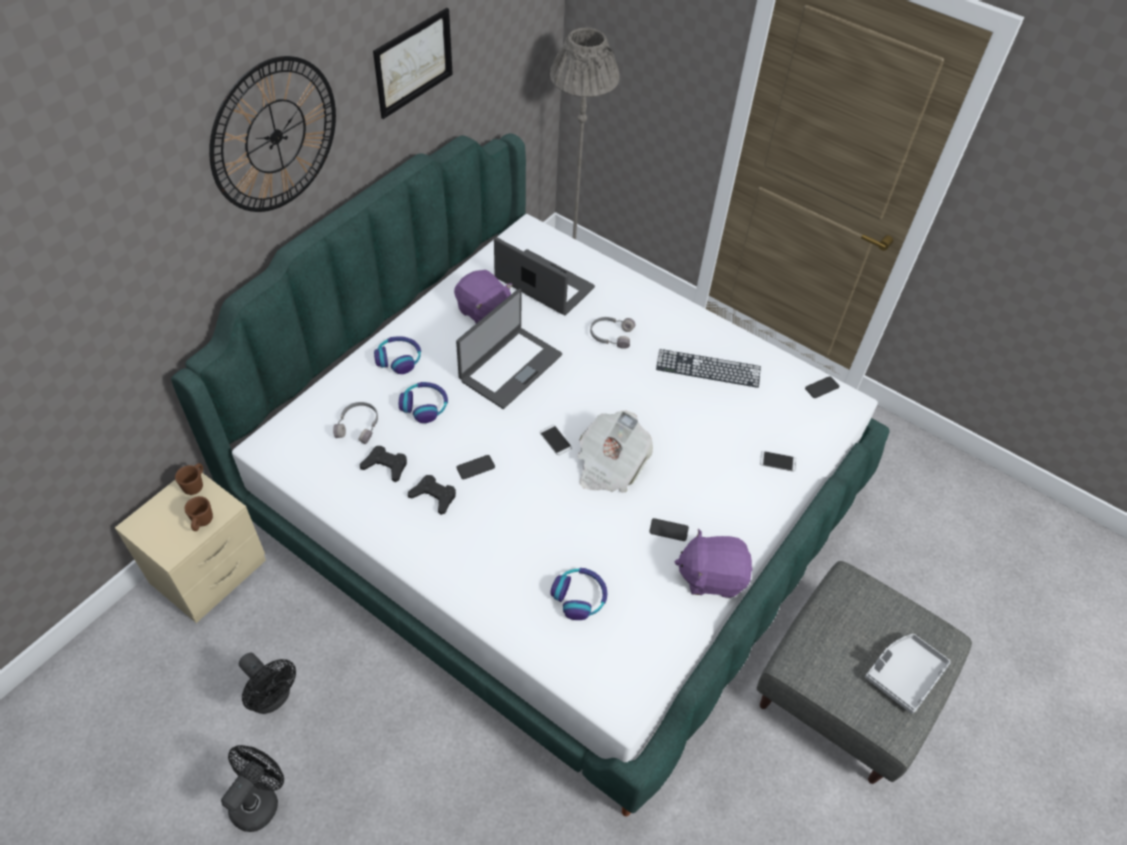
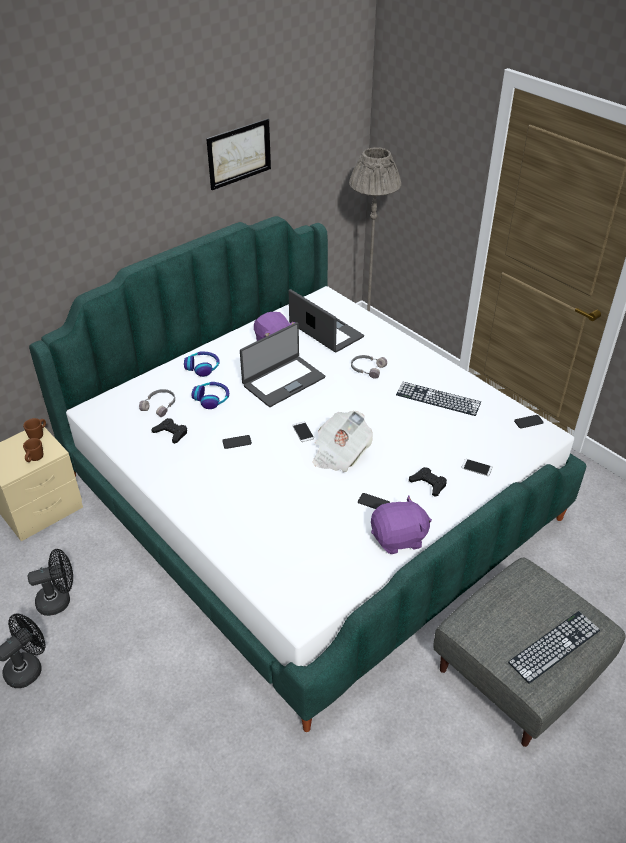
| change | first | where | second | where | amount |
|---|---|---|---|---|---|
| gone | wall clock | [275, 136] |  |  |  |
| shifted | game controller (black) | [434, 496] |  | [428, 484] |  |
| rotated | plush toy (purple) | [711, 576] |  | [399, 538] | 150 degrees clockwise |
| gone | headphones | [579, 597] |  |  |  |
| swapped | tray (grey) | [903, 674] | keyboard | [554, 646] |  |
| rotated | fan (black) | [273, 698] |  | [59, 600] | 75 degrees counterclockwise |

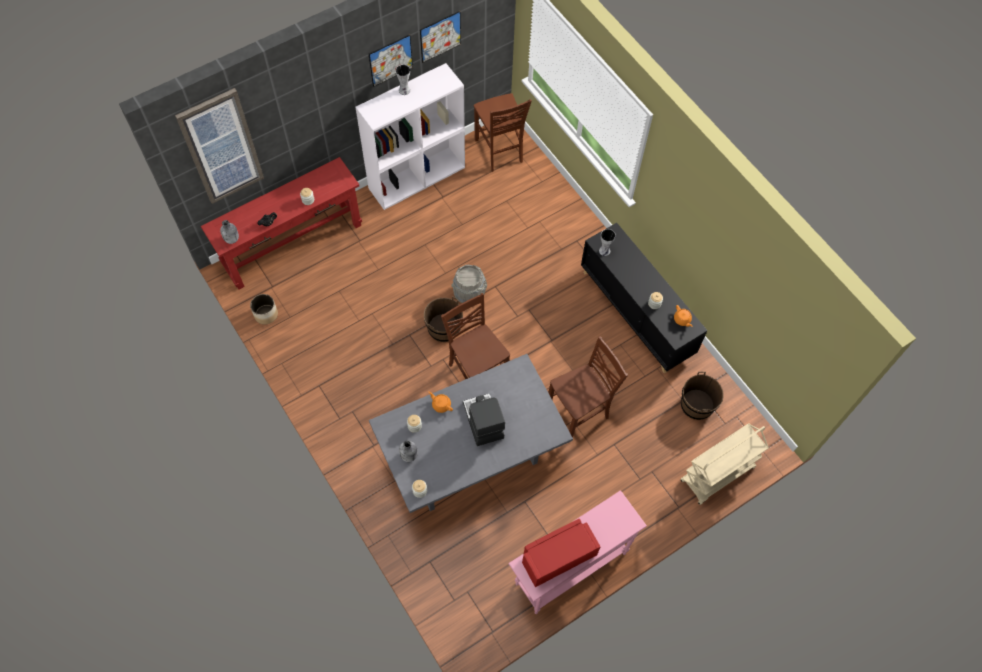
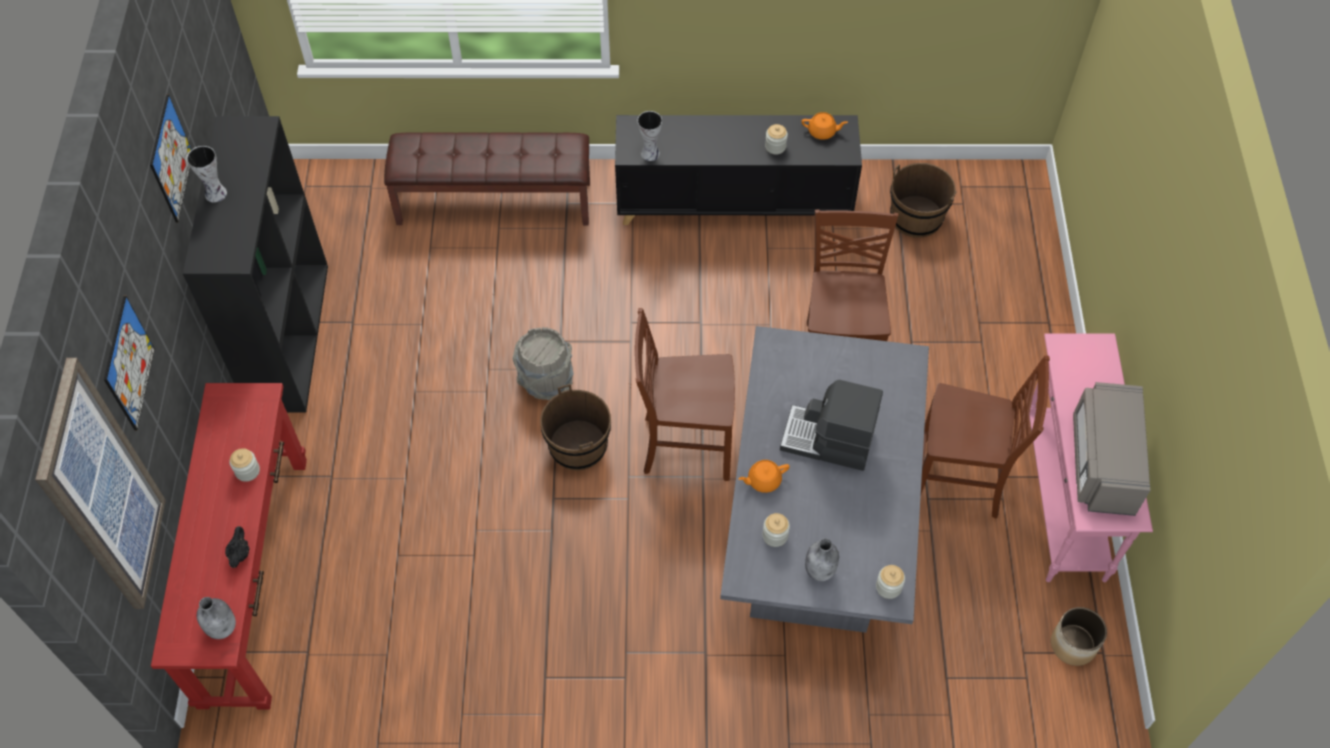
| change | first | where | second | where | amount |
|---|---|---|---|---|---|
| shifted | picture | [440, 36] |  | [129, 363] |  |
| repainted | bookcase (white) | [417, 177] | bookcase (black) | [288, 336] |  |
| shifted | chair (brown) | [499, 151] |  | [959, 482] |  |
| shifted | planter | [266, 314] |  | [1073, 645] |  |
| gone | cart (beige) | [717, 475] |  |  |  |
| repainted | microwave (red) | [558, 557] | microwave (grey) | [1102, 463] |  |
| new |  |  | bench (brown) | [494, 202] |  |

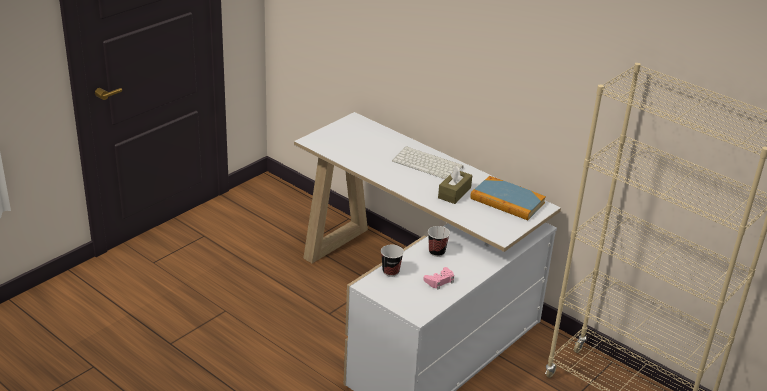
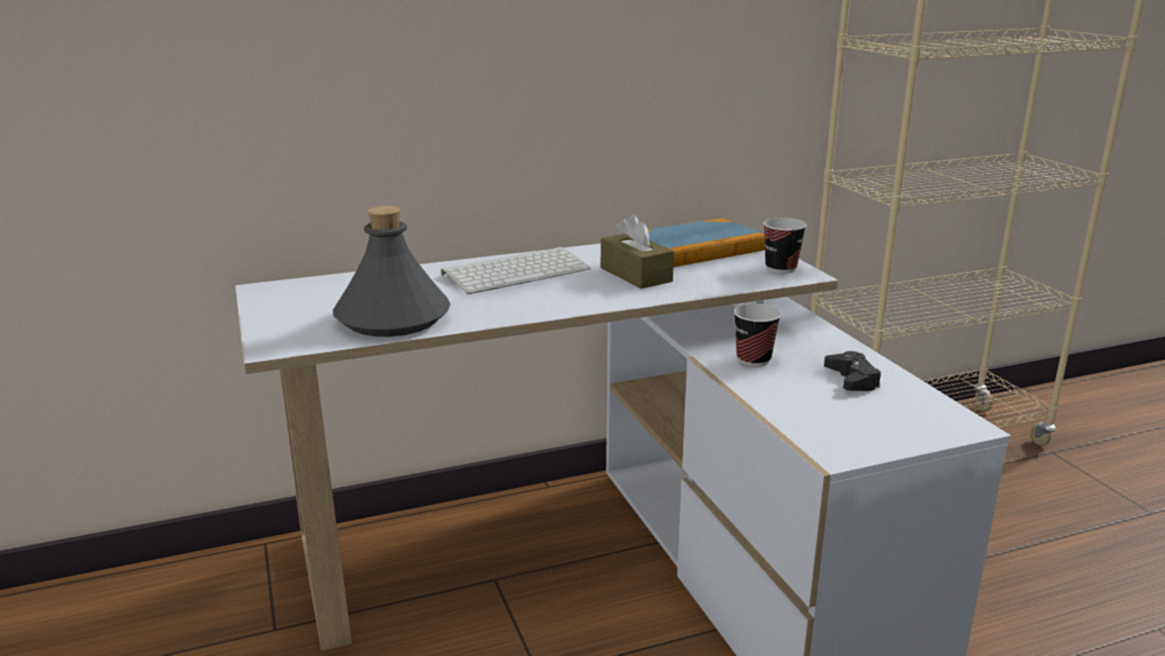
| change | first | where | second | where | amount |
|---|---|---|---|---|---|
| shifted | cup | [390, 271] |  | [781, 268] |  |
| repainted | game controller (pink) | [439, 281] | game controller (black) | [852, 379] |  |
| new |  |  | bottle (grey) | [392, 318] |  |

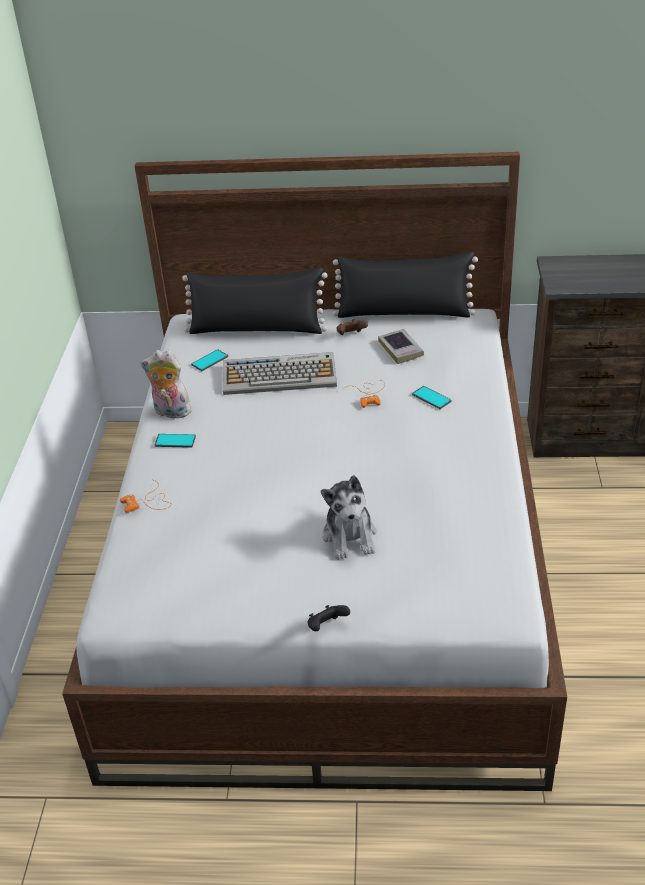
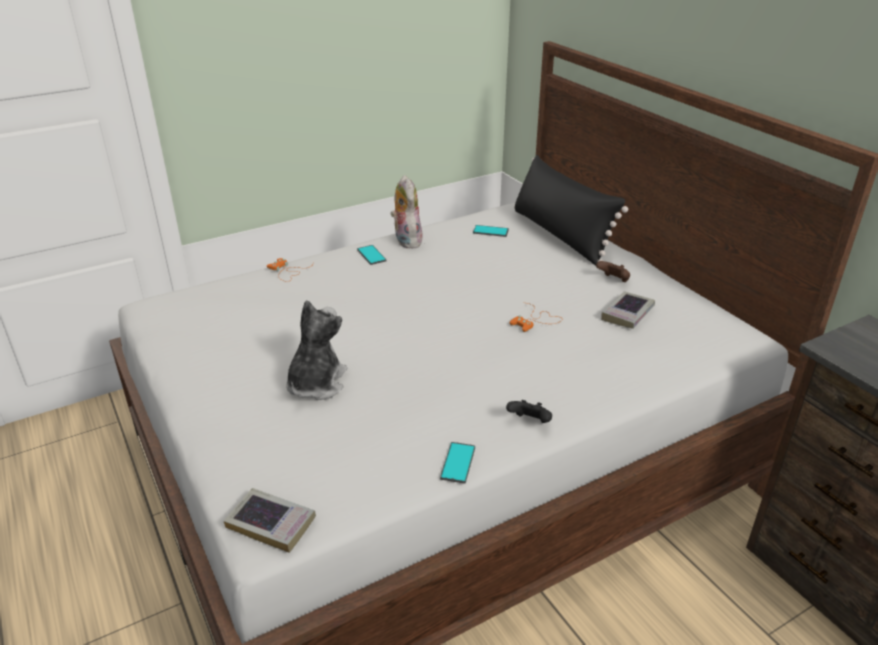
| change | first | where | second | where | amount |
|---|---|---|---|---|---|
| gone | pillow (black) | [404, 313] |  |  |  |
| gone | keyboard | [280, 375] |  |  |  |
| shifted | phone | [431, 398] |  | [457, 463] |  |
| rotated | plush toy | [350, 536] |  | [316, 384] | 150 degrees clockwise |
| shifted | game controller (black) | [327, 627] |  | [530, 422] |  |
| new |  |  | book | [271, 524] |  |

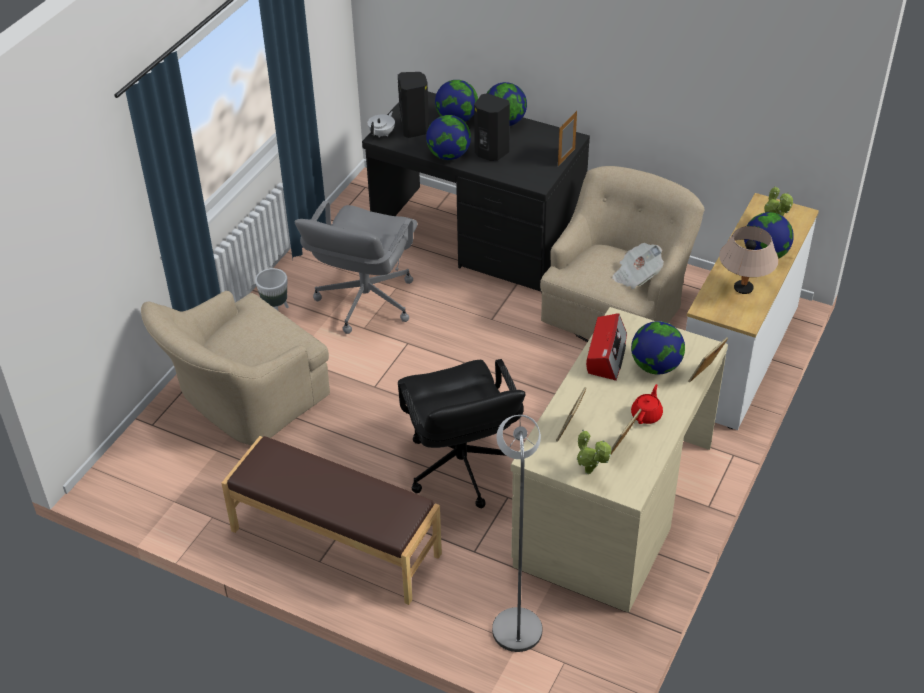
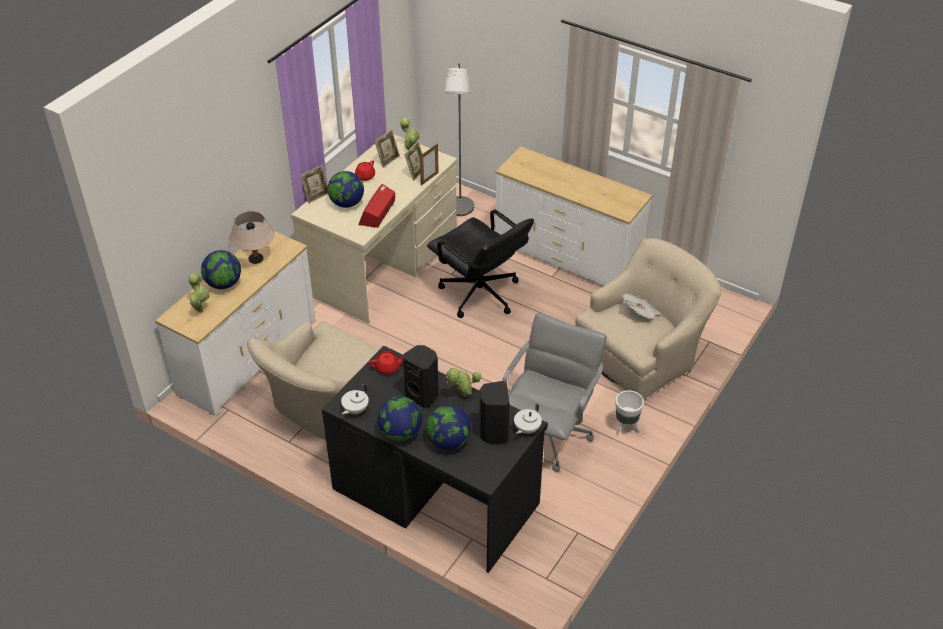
| change | first | where | second | where | amount |
|---|---|---|---|---|---|
| shifted | picture frame | [566, 157] |  | [429, 179] |  |
| swapped | globe | [449, 155] | potted plant | [463, 396] |  |
| shifted | newspaper | [636, 276] |  | [640, 314] |  |
| rotated | office chair (black) | [461, 467] |  | [480, 294] | 150 degrees clockwise |
| swapped | bench (brown) | [335, 543] | dresser (white) | [567, 257] |  |
| new |  |  | teapot (red) | [388, 368] |  |
| new |  |  | teapot (white) | [355, 410] |  |

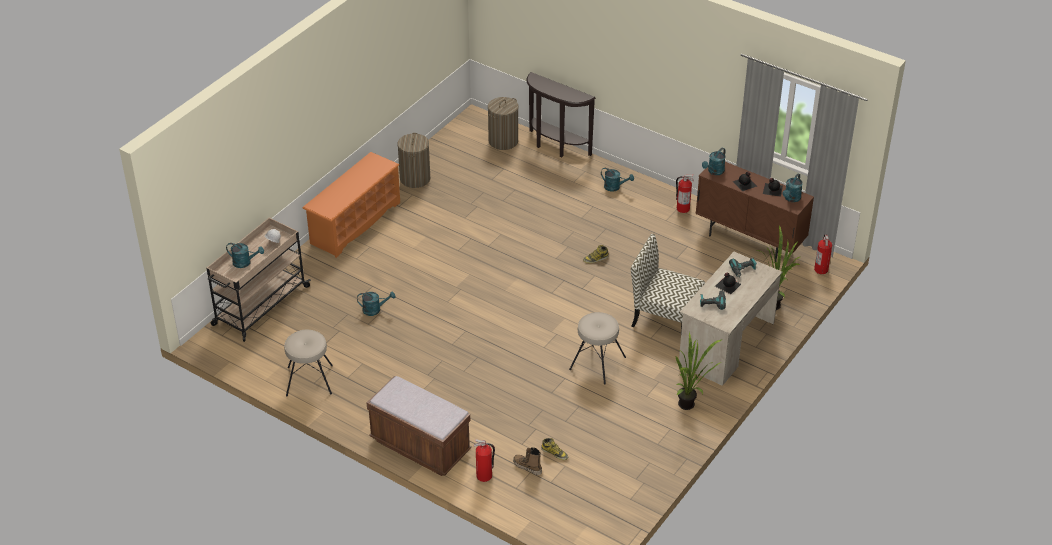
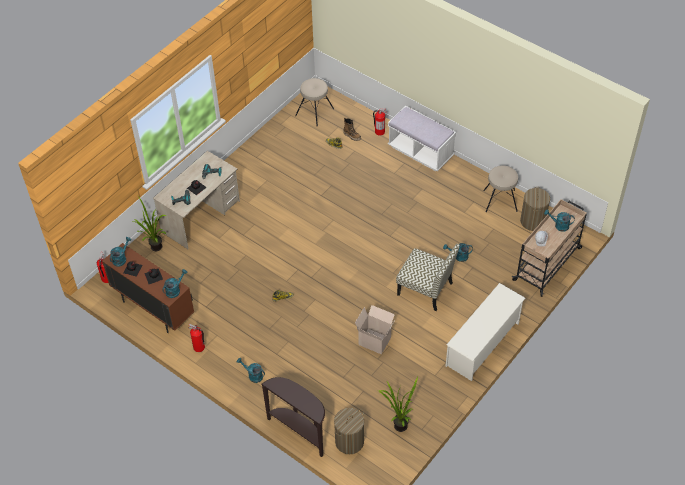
| change | first | where | second | where | amount |
|---|---|---|---|---|---|
| shifted | laundry basket | [415, 178] |  | [532, 221] |  |
| repainted | shoe rack (orange) | [355, 223] | shoe rack (white) | [483, 344] |  |
| shifted | chair | [664, 318] |  | [426, 289] |  |
| shifted | stool (beige) | [597, 363] |  | [315, 112] |  |
| shifted | potted plant | [690, 406] |  | [397, 425] |  |
| repainted | bench (brown) | [420, 446] | bench (white) | [420, 152] |  |
| new |  |  | cardboard box | [375, 340] |  |

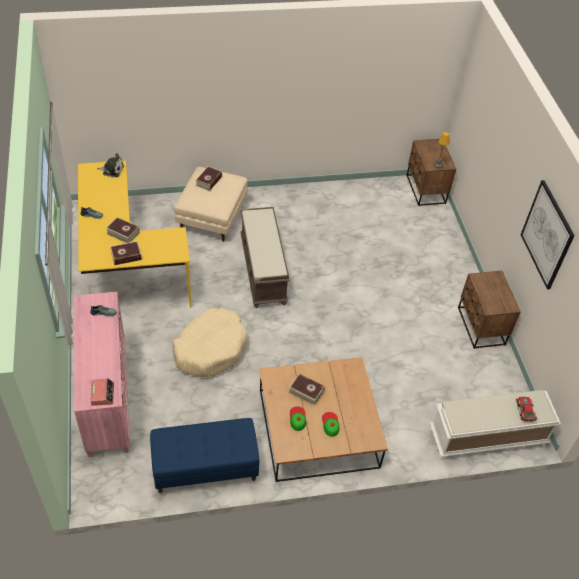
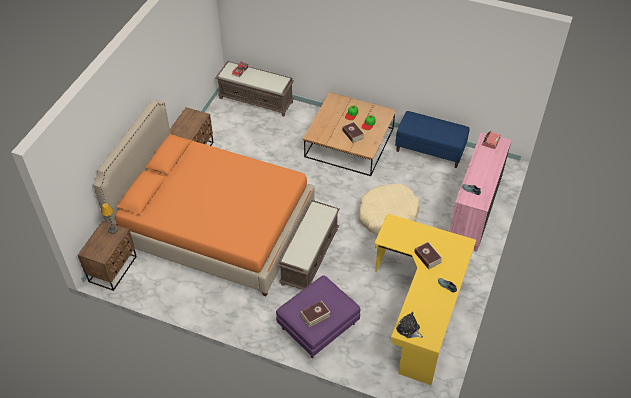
| change | first | where | second | where | amount |
|---|---|---|---|---|---|
| repainted | ottoman (beige) | [212, 216] | ottoman (purple) | [318, 327] |  |
| gone | picture | [547, 235] |  |  |  |
| gone | book | [126, 256] |  |  |  |
| repainted | bench (white) | [487, 437] | bench (brown) | [256, 100] |  |
| new |  |  | bed (orange) | [215, 226] |  |

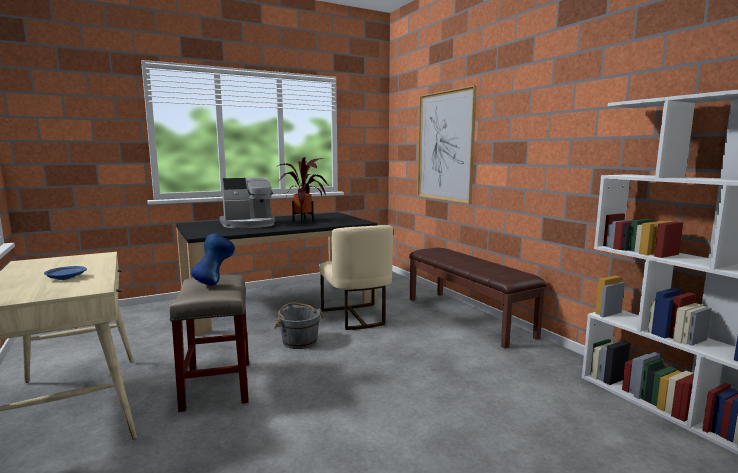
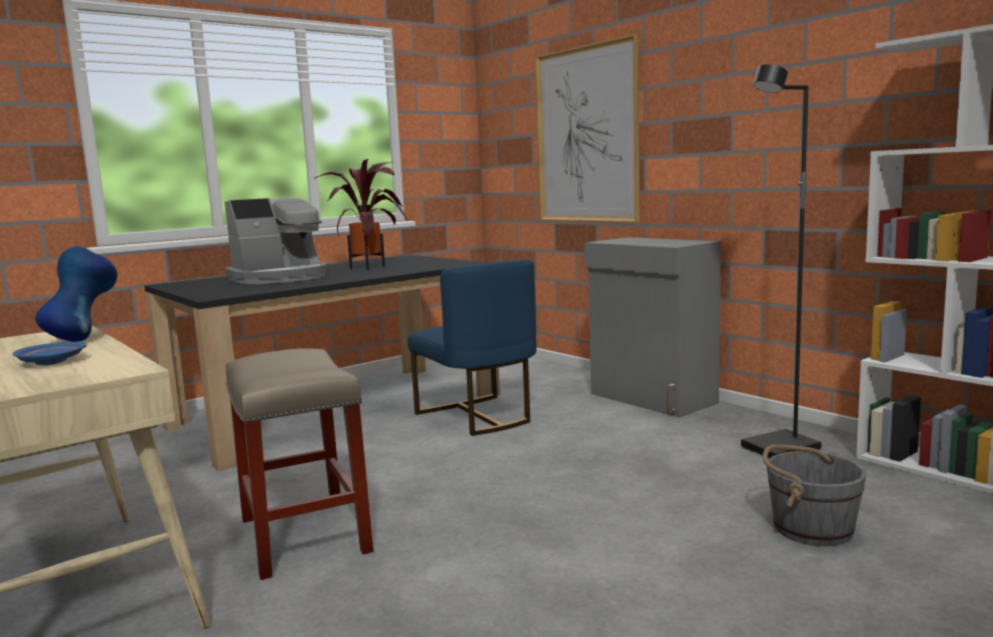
| change | first | where | second | where | amount |
|---|---|---|---|---|---|
| repainted | chair (beige) | [356, 317] | chair (blue) | [477, 416] |  |
| shifted | vase (blue) | [215, 283] |  | [84, 339] |  |
| swapped | bench (brown) | [468, 316] | cabinet (grey) | [652, 399] |  |
| shifted | bucket (grey) | [299, 341] |  | [811, 528] |  |
| new |  |  | floor lamp (black) | [781, 449] |  |

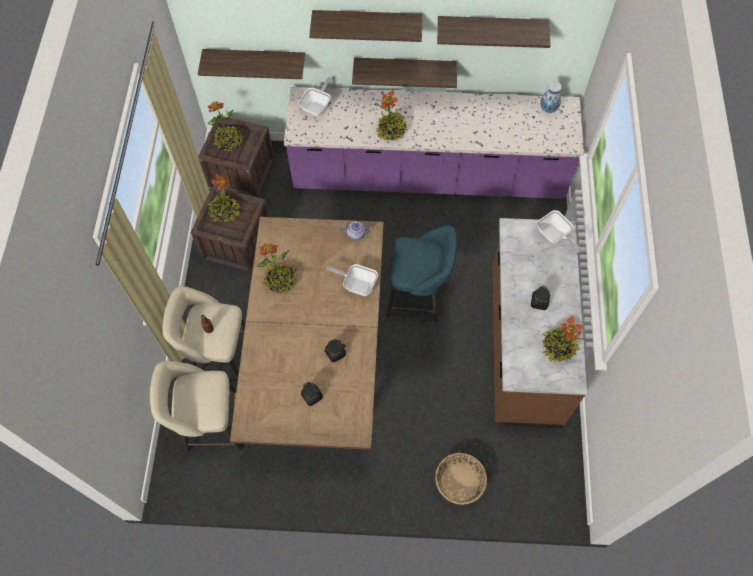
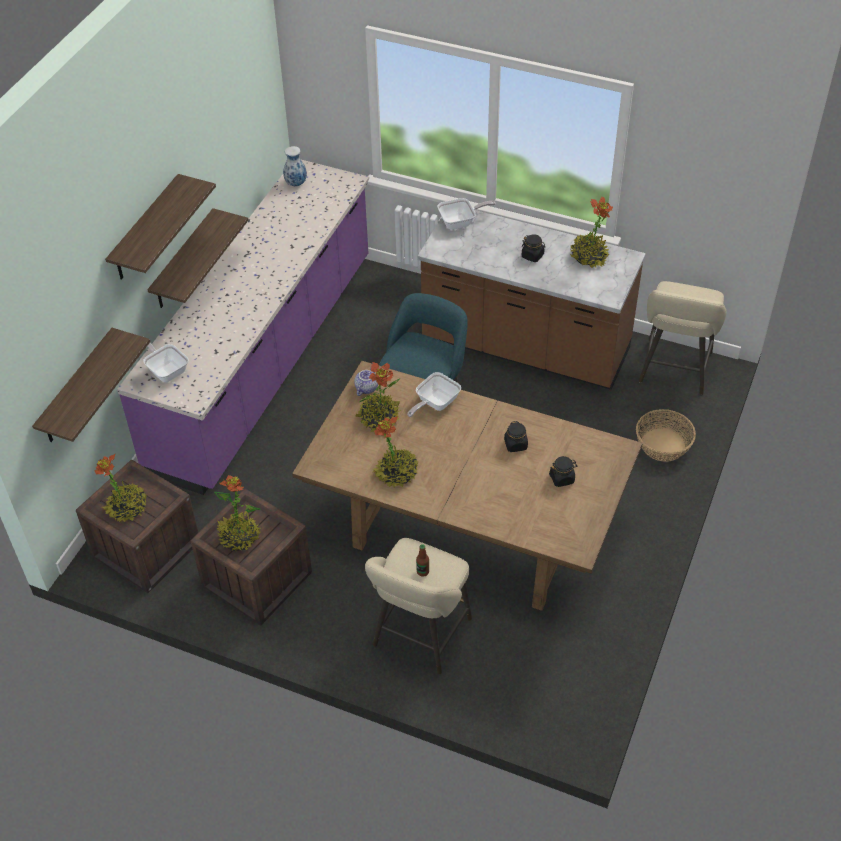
| change | first | where | second | where | amount |
|---|---|---|---|---|---|
| gone | shelf | [491, 28] |  |  |  |
| shifted | potted plant | [391, 131] |  | [379, 419] |  |
| shifted | stool (beige) | [210, 424] |  | [674, 371] |  |

